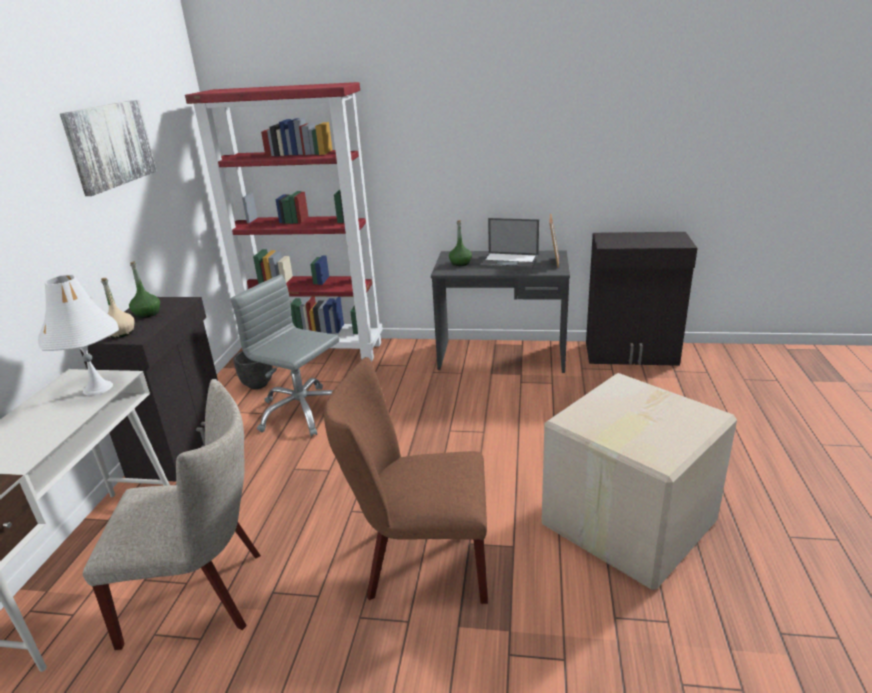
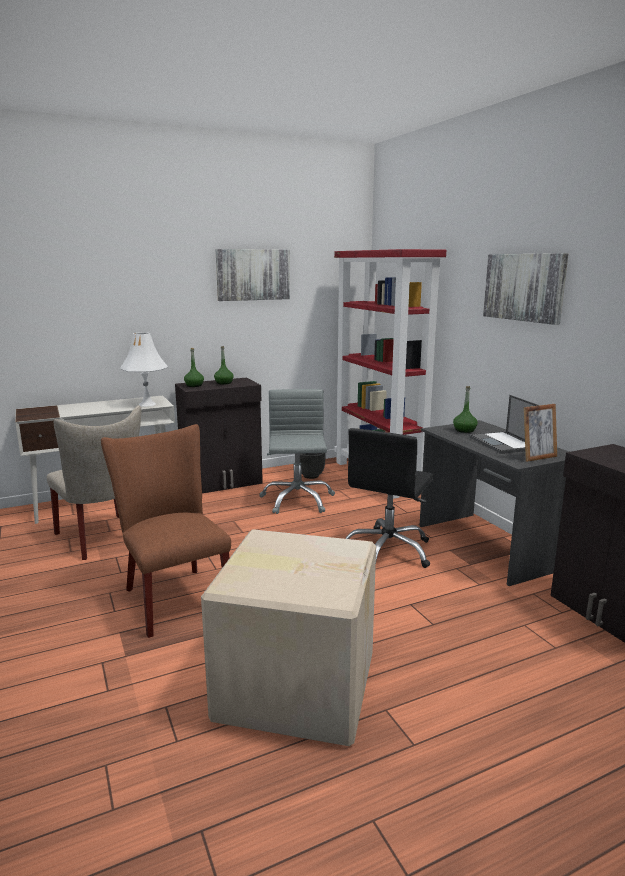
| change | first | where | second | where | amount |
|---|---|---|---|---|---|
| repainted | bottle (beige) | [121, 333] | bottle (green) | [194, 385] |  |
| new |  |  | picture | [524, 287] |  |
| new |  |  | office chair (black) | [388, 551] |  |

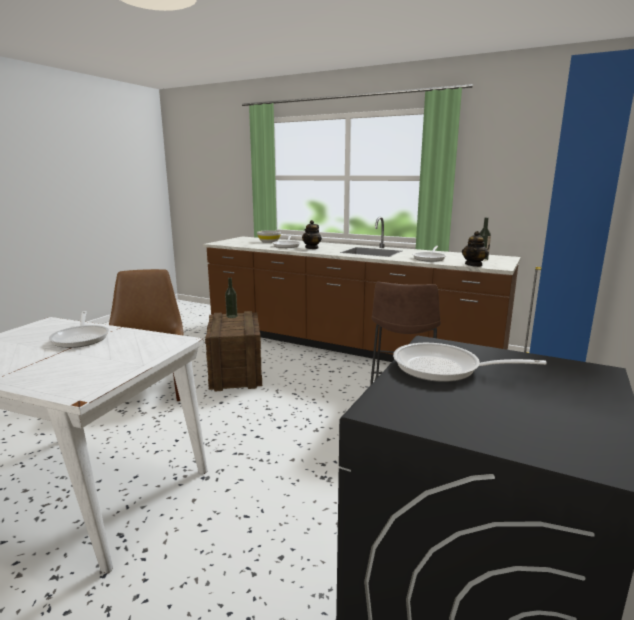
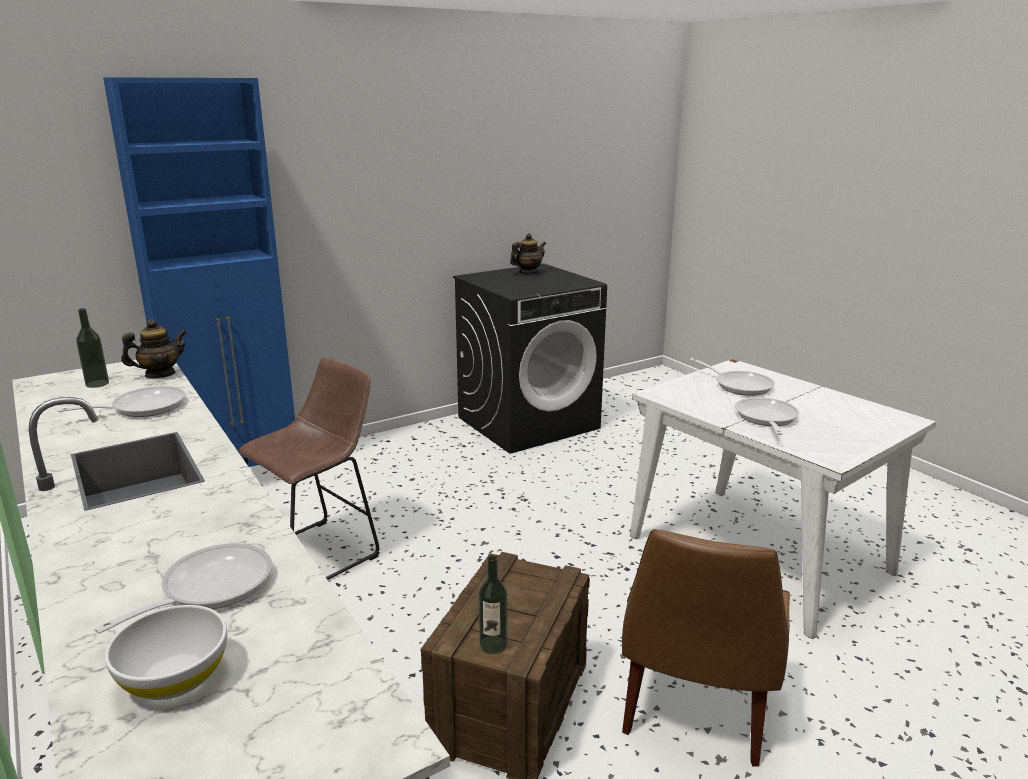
| change | first | where | second | where | amount |
|---|---|---|---|---|---|
| shifted | teapot | [312, 248] |  | [528, 272] |  |
| shifted | frying pan | [444, 369] |  | [739, 385] |  |

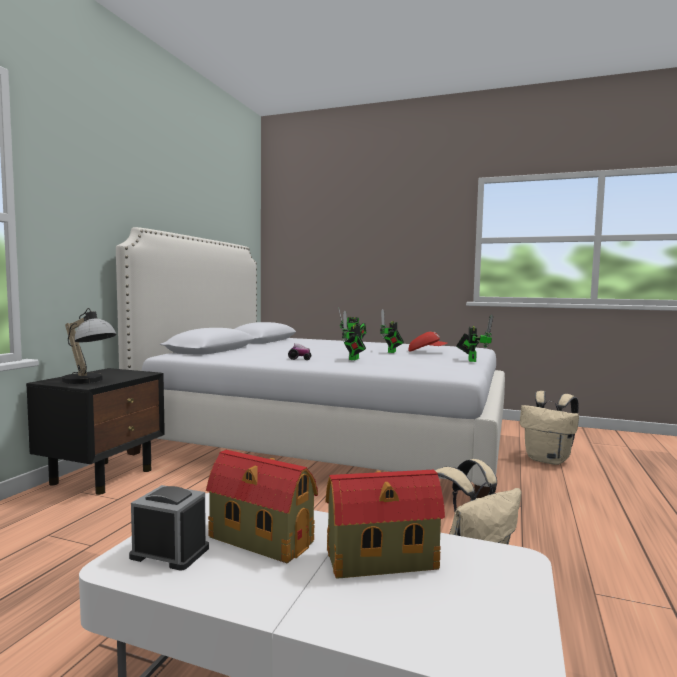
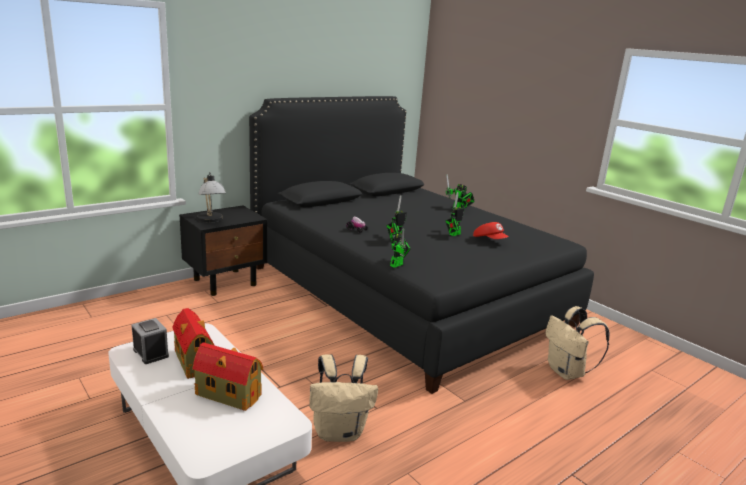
| change | first | where | second | where | amount |
|---|---|---|---|---|---|
| repainted | bed (white) | [330, 440] | bed (black) | [404, 294] |  |
| shifted | toy robot | [472, 360] |  | [398, 264] |  |

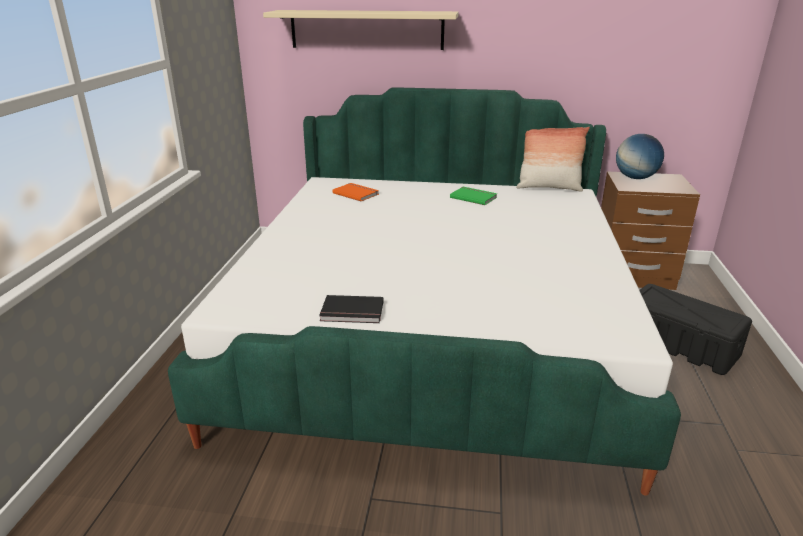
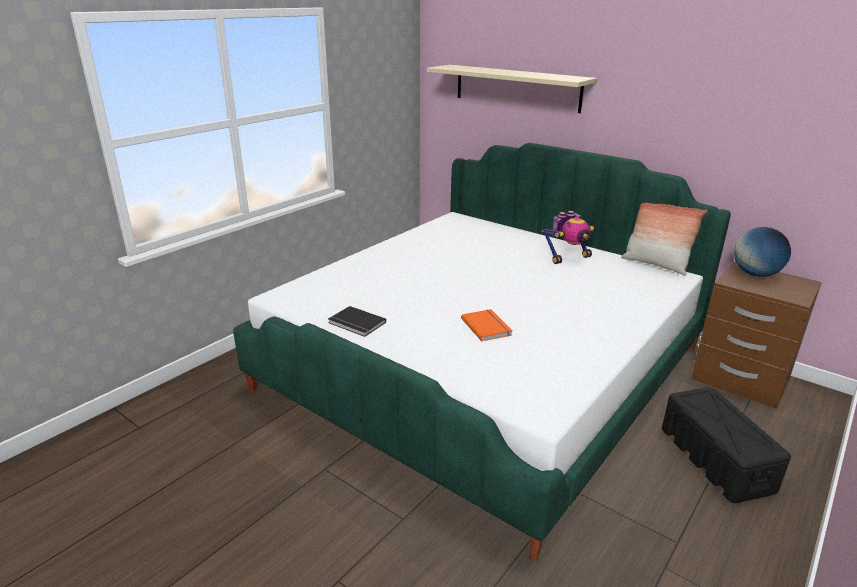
| change | first | where | second | where | amount |
|---|---|---|---|---|---|
| shifted | book (orange) | [356, 193] |  | [487, 326] |  |
| swapped | book (green) | [474, 197] | toy robot | [568, 258] |  |

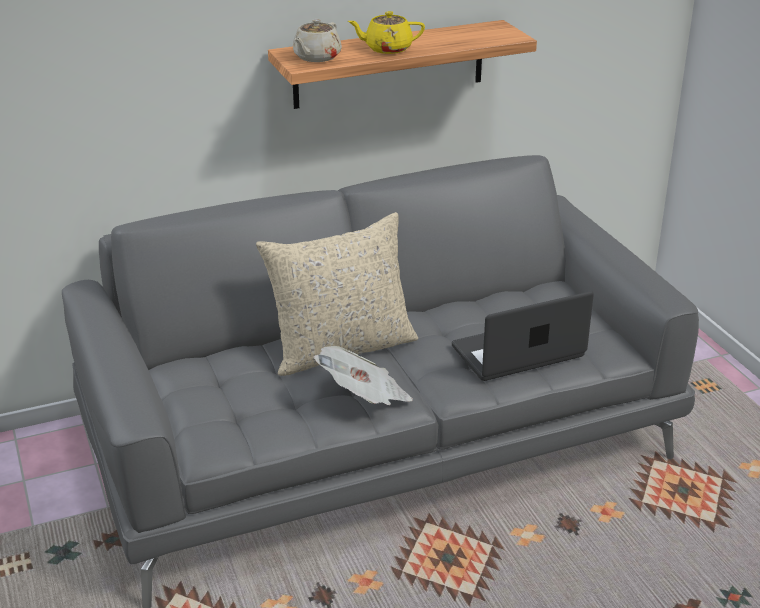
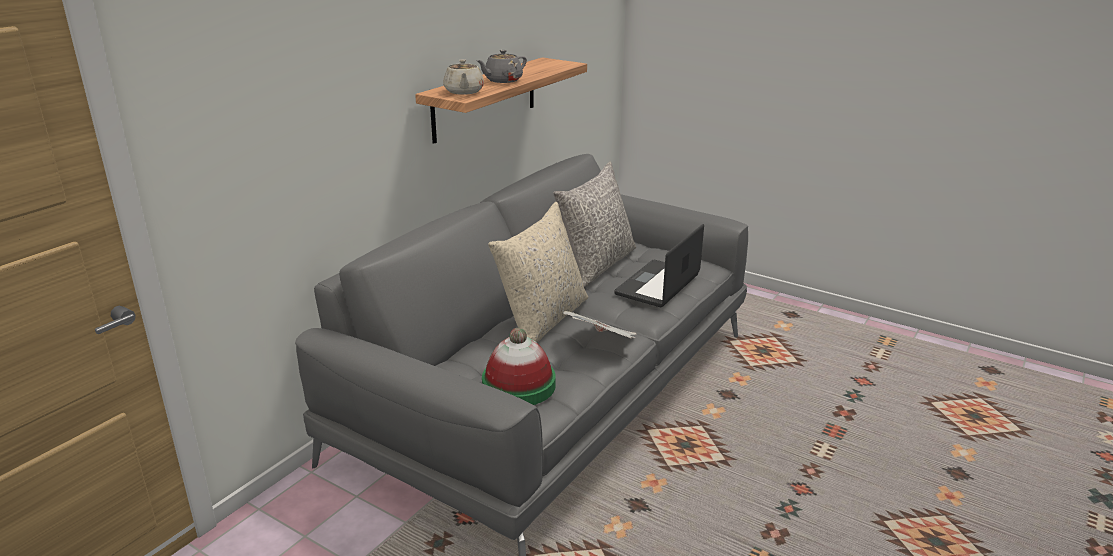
| change | first | where | second | where | amount |
|---|---|---|---|---|---|
| repainted | teapot (yellow) | [387, 49] | teapot (grey) | [502, 80] |  |
| new |  |  | pillow (grey) | [597, 265] |  |
| new |  |  | hat | [518, 385] |  |

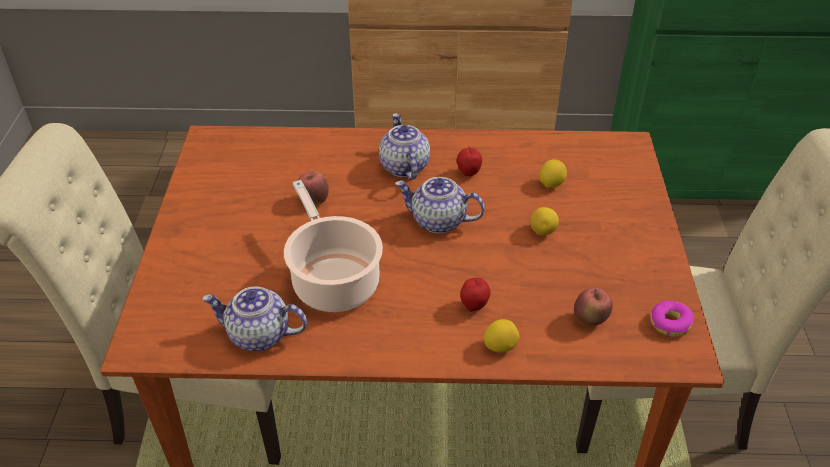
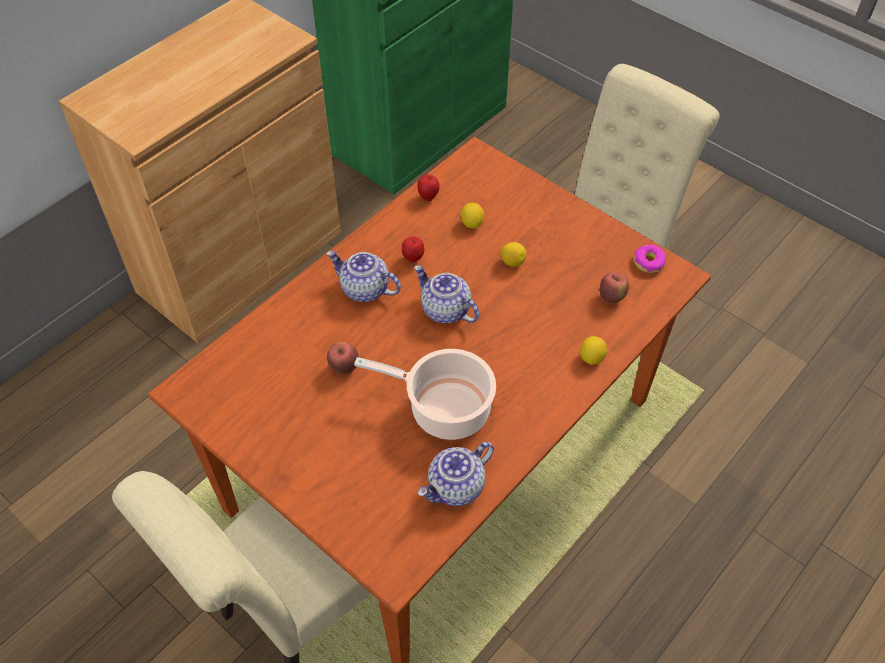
| change | first | where | second | where | amount |
|---|---|---|---|---|---|
| rotated | teapot | [438, 221] |  | [445, 310] | 75 degrees clockwise |
| shifted | apple | [474, 306] |  | [428, 197] |  |

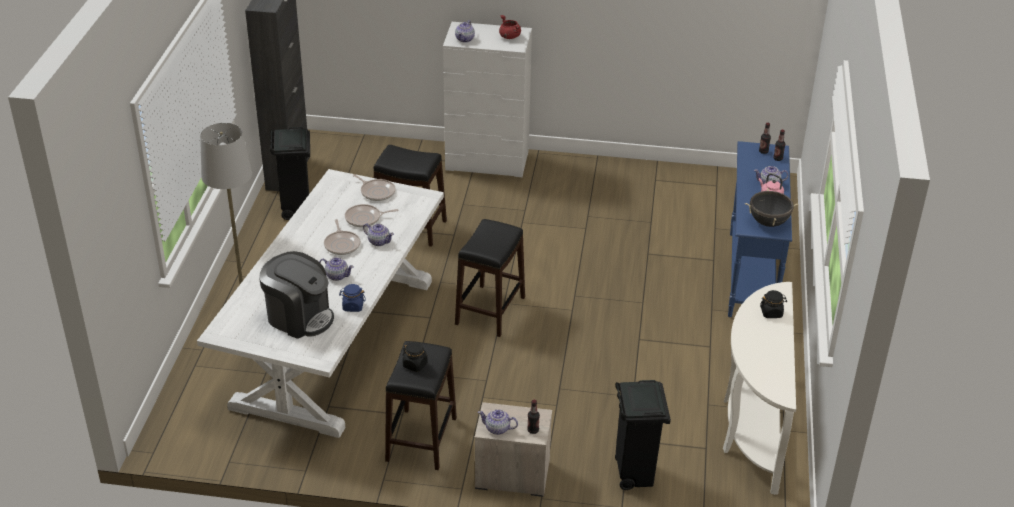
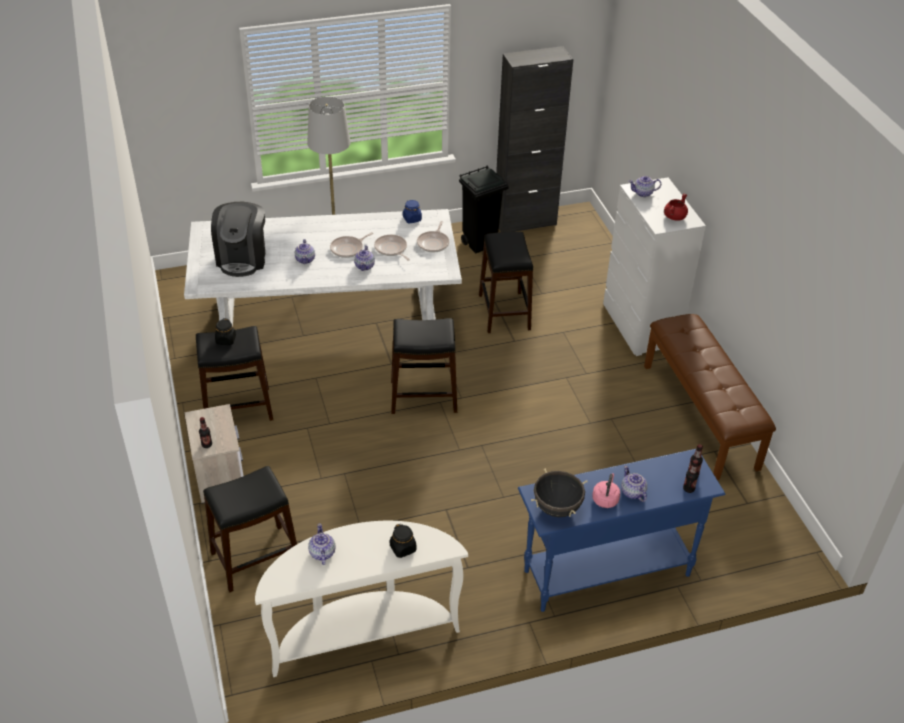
| change | first | where | second | where | amount |
|---|---|---|---|---|---|
| shifted | jar (blue) | [353, 306] |  | [412, 219] |  |
| swapped | trash can (black) | [634, 474] | stool (black) | [255, 558] |  |
| shifted | teapot | [497, 429] |  | [322, 553] |  |
| new |  |  | bench (brown) | [700, 416] |  |

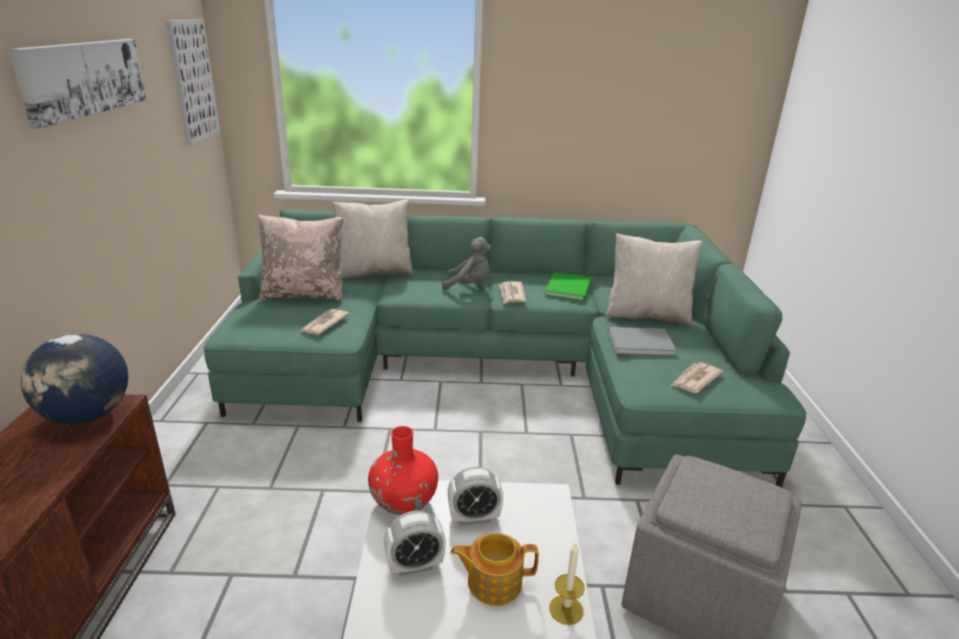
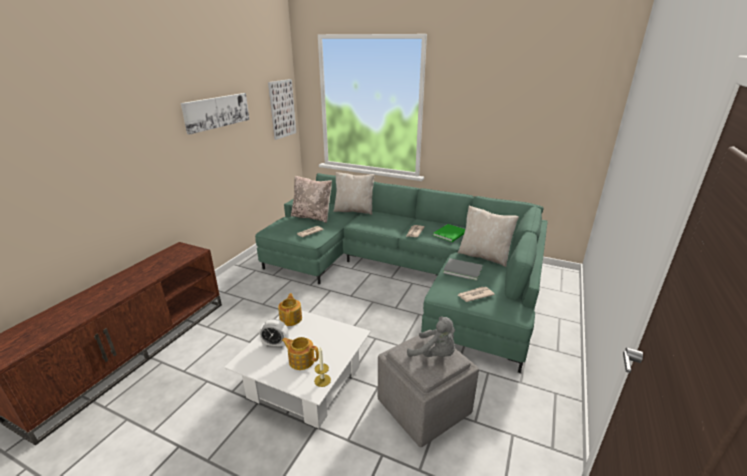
| change | first | where | second | where | amount |
|---|---|---|---|---|---|
| shifted | plush toy (grey) | [469, 285] |  | [434, 354] |  |
| gone | globe | [88, 416] |  |  |  |
| swapped | vase (red) | [404, 501] | teapot | [291, 318] |  |
| gone | alarm clock | [474, 518] |  |  |  |

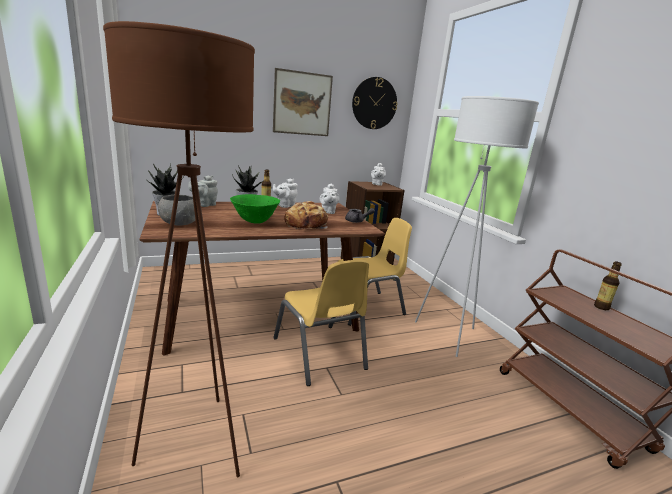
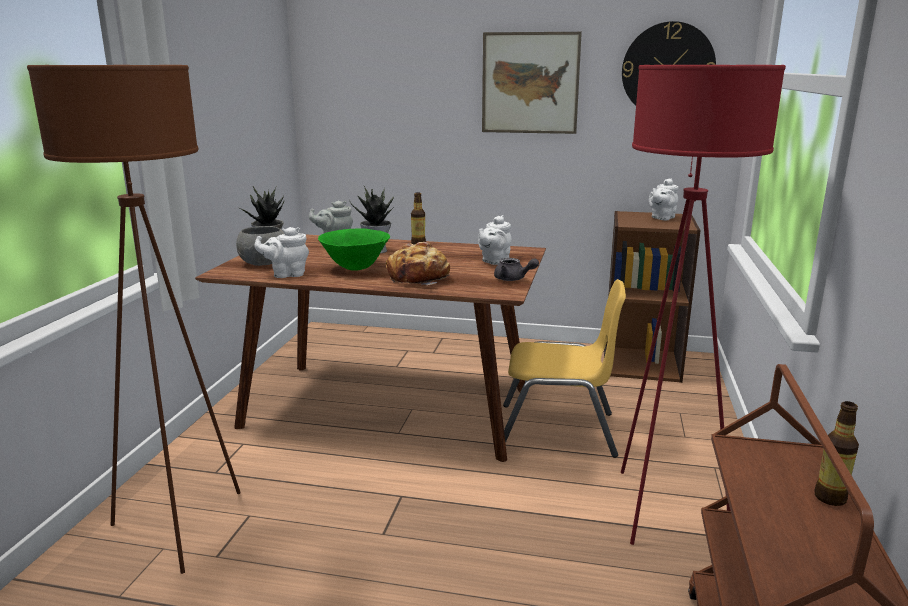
| change | first | where | second | where | amount |
|---|---|---|---|---|---|
| repainted | floor lamp (white) | [447, 335] | floor lamp (red) | [659, 508] |  |
| shifted | teapot (white) | [285, 206] |  | [286, 274] |  |
| gone | chair (yellow) | [319, 353] |  |  |  |

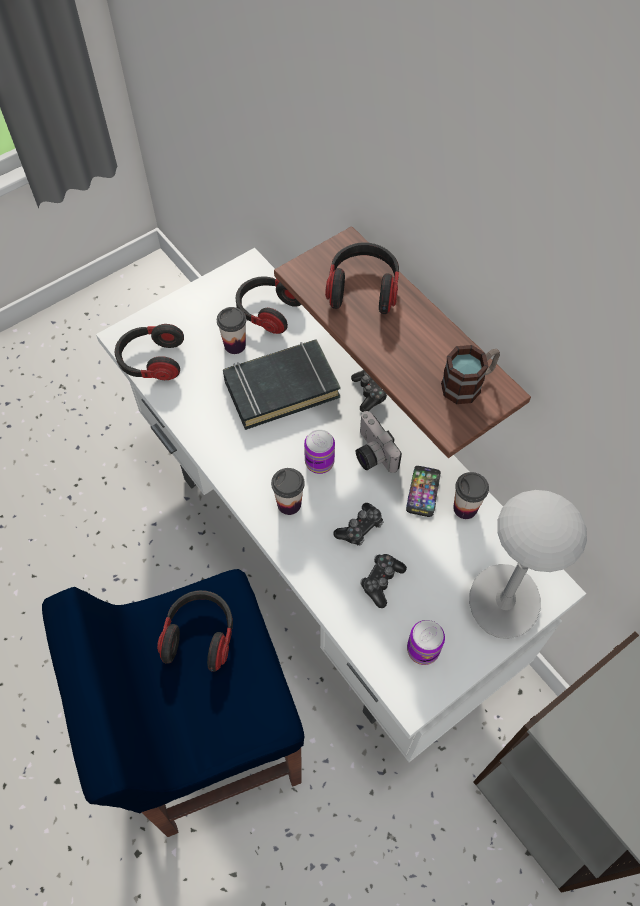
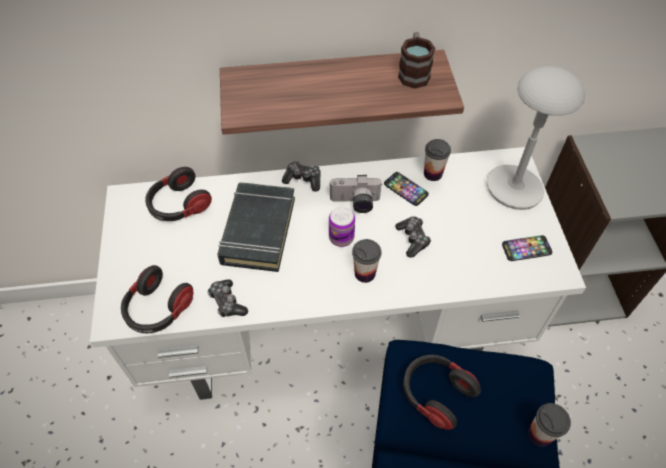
| change | first | where | second | where | amount |
|---|---|---|---|---|---|
| gone | headphones | [363, 289] |  |  |  |
| shifted | cup | [235, 345] |  | [540, 434] |  |
| shifted | game controller | [381, 581] |  | [227, 302] |  |
| swapped | can | [423, 649] | phone | [526, 249] |  |

